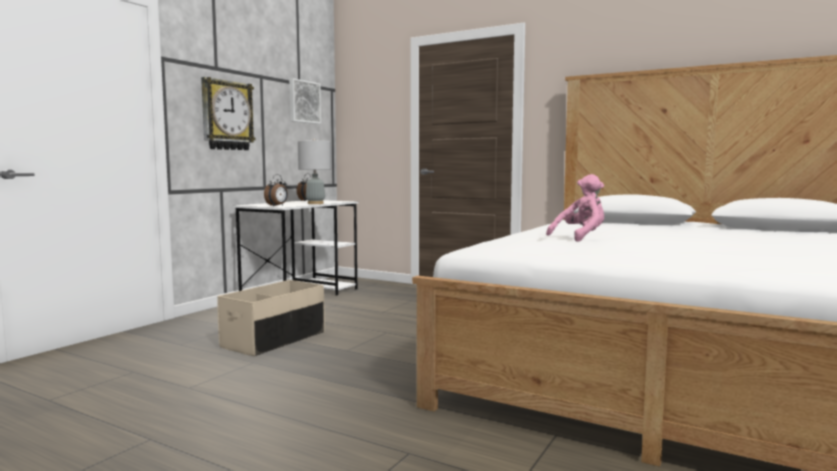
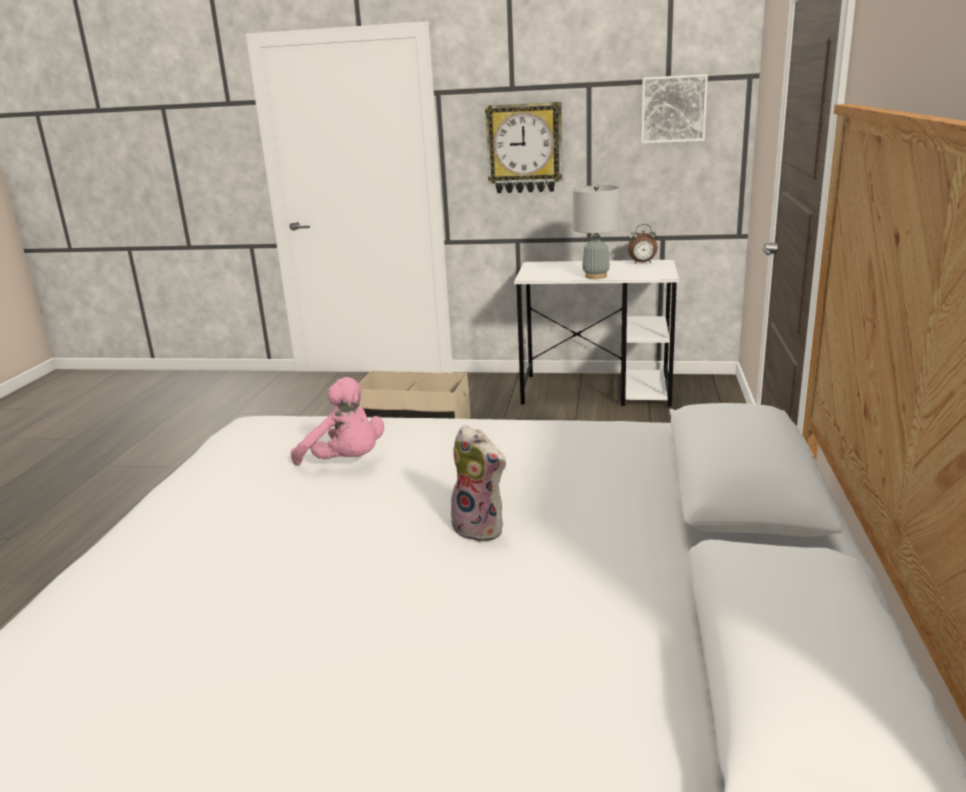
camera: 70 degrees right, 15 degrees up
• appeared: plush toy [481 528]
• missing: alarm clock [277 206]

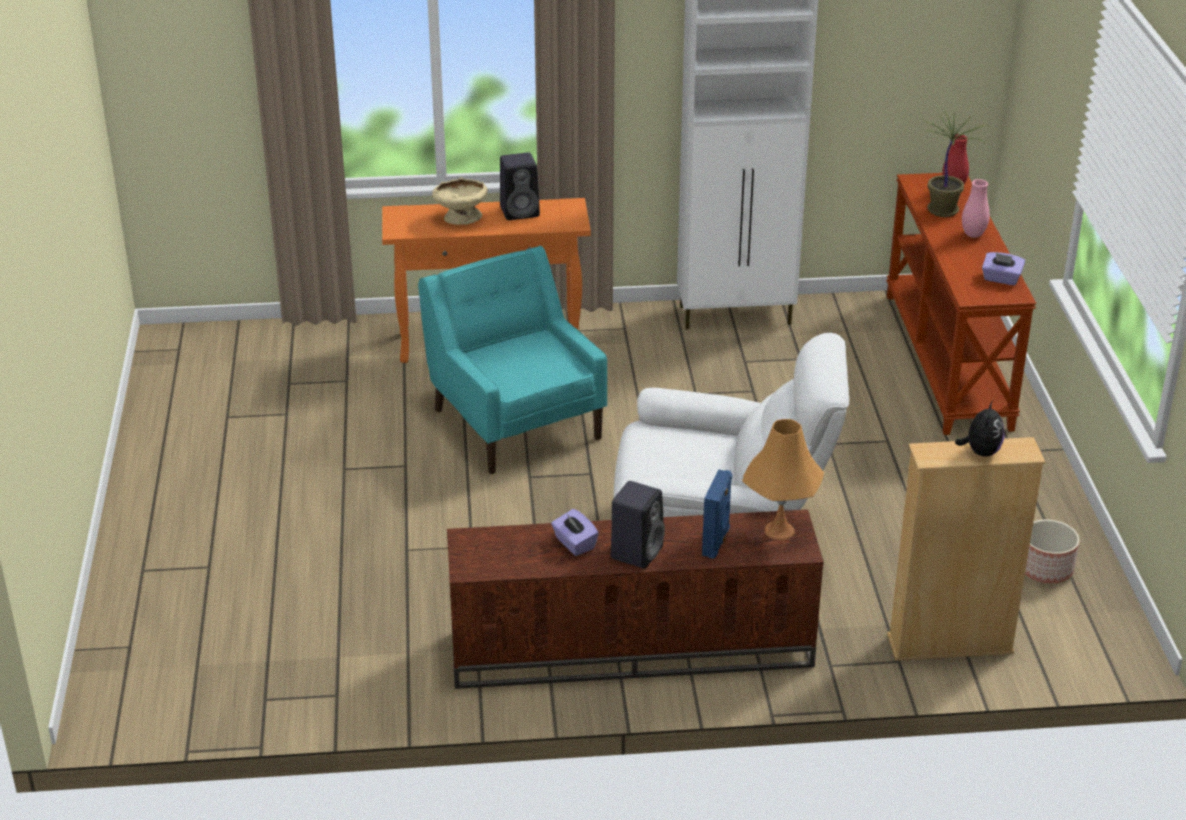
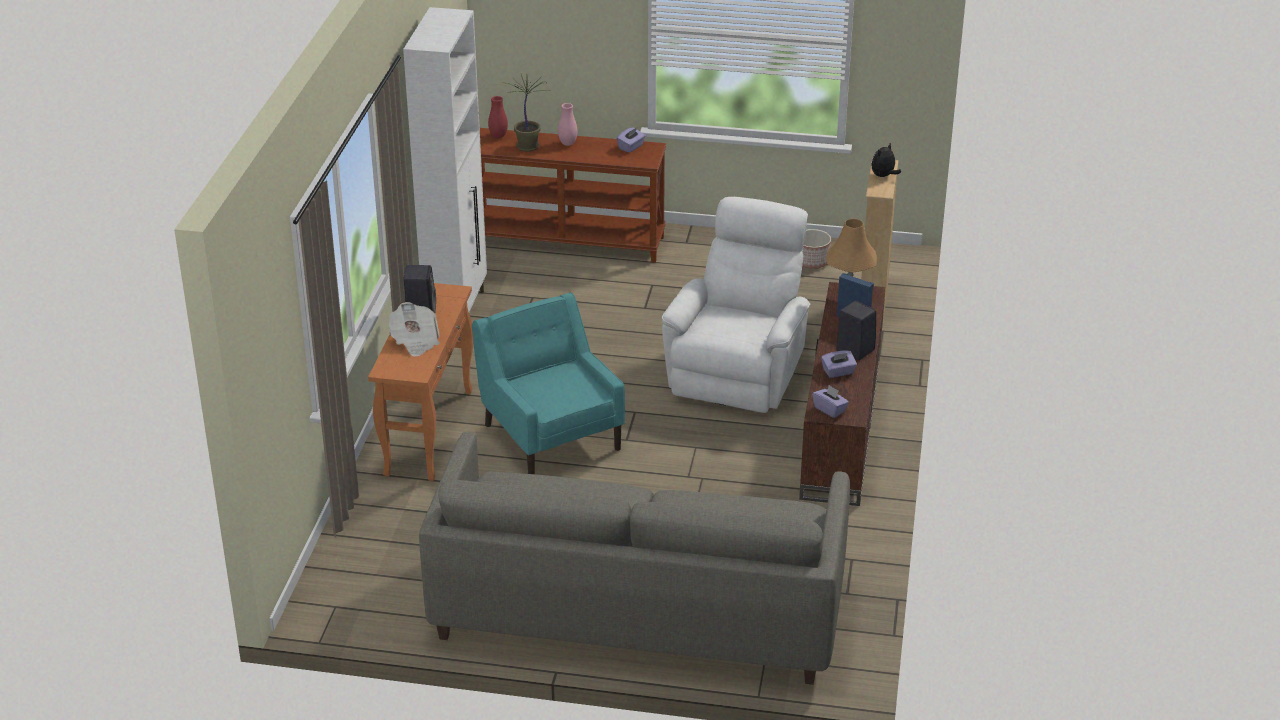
camera: 75 degrees left, 0 degrees up
• exchanged: beige bowl [460 218] to newspaper [415 341]
• appeared: grey sofa [637 608]
• spun: turquoise armchair [516 422] = [551 435] 75 degrees clockwise
• appeared: purple tissue box [830 409]
• spun: plush toy [980 452] = [883 176] 75 degrees counterclockwise

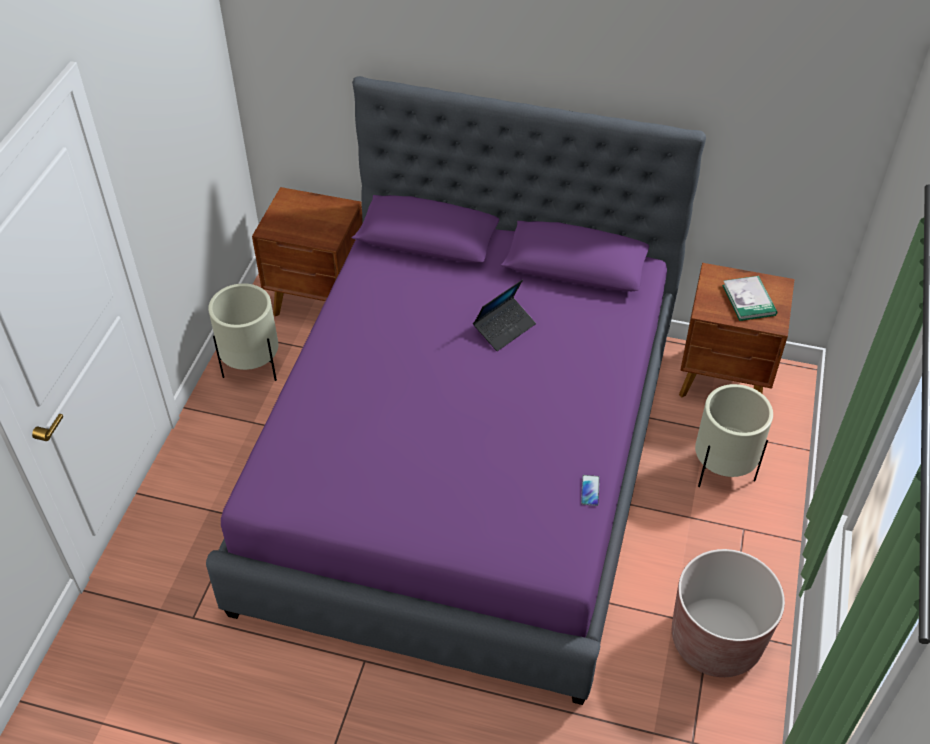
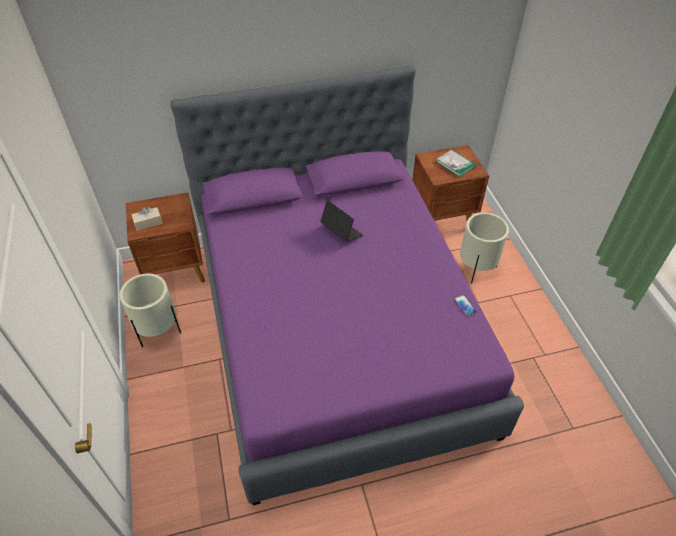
camera: 30 degrees left, 0 degrees up
• appeared: beige tissue box [148 223]
• spun: laptop [504 328] = [341 231] 60 degrees counterclockwise
• missing: brown planter [716 640]

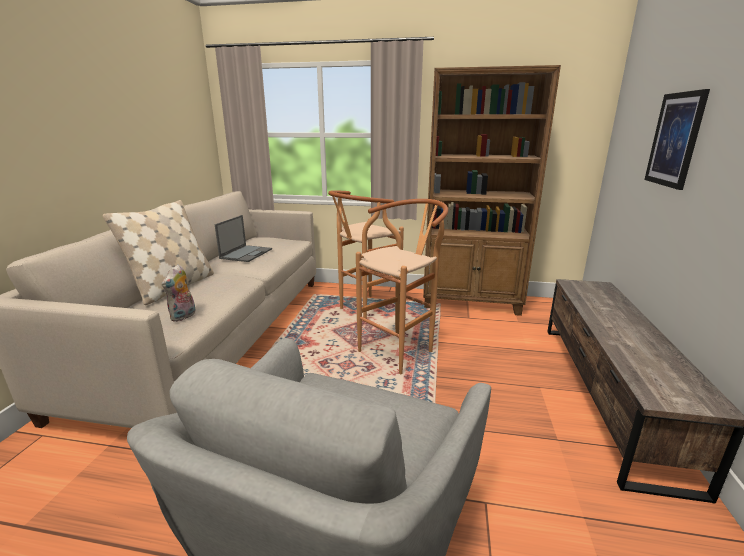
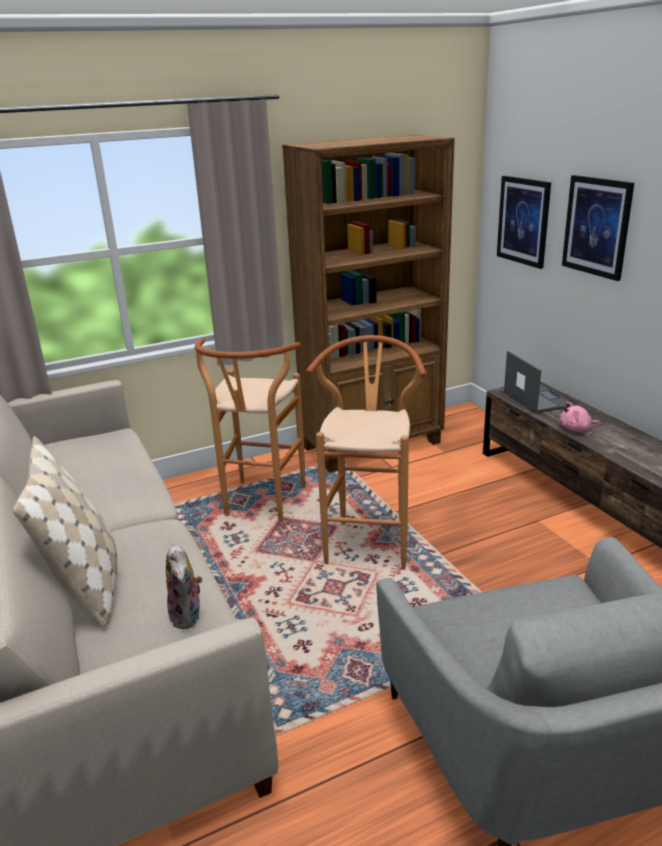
camera: 35 degrees left, 5 degrees up
• appeared: picture [523 221]
• relocated: laptop [246 253] to [536 398]
• appeared: pink plush toy [577 429]

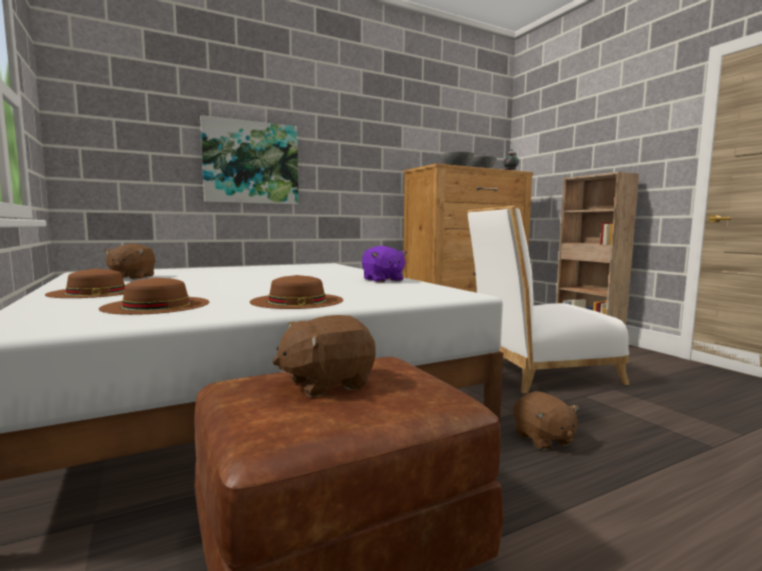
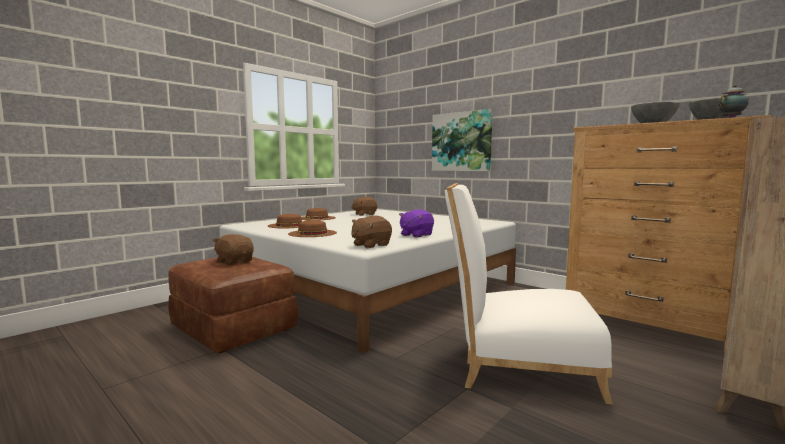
camera: 70 degrees right, 0 degrees up
• relocated: brown plush toy [543 439] to [370 245]
• spun: white chair [538 372] = [517 365] 45 degrees counterclockwise

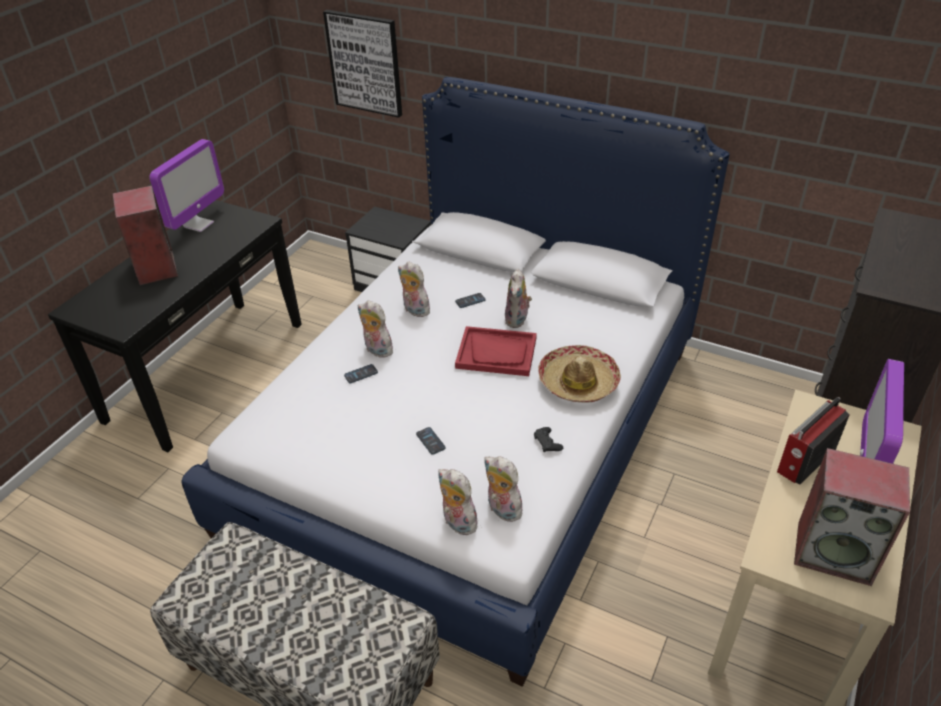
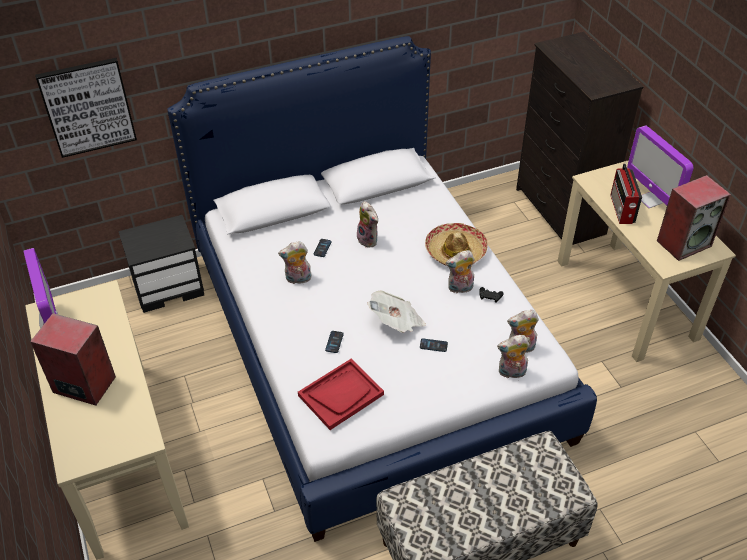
camera: 50 degrees left, 5 degrees up
• colour: black console table [206 370] to beige console table [120 455]
• relocated: red tray [496 353] to [341 395]
• appeared: newspaper [396 322]
• relocated: plush toy [376 350] to [460 288]

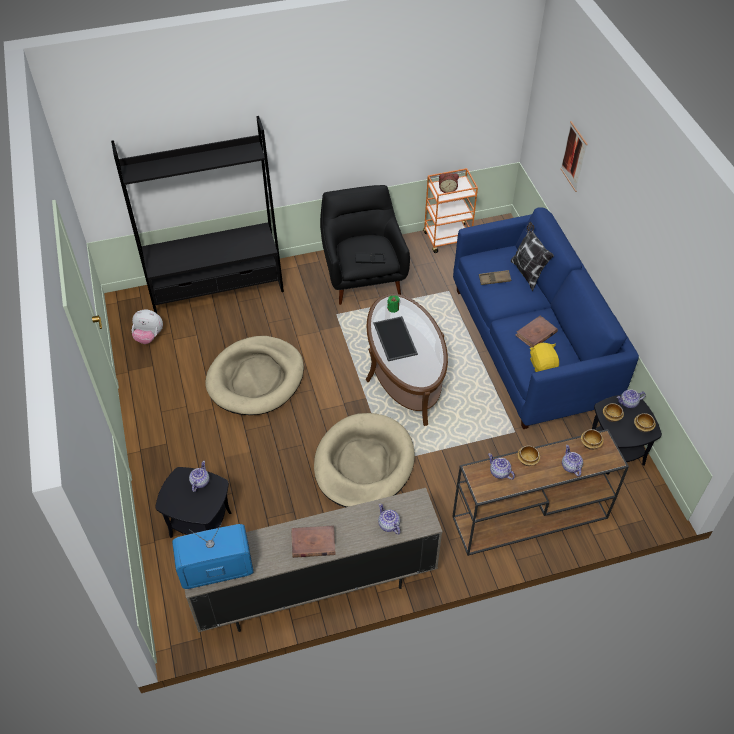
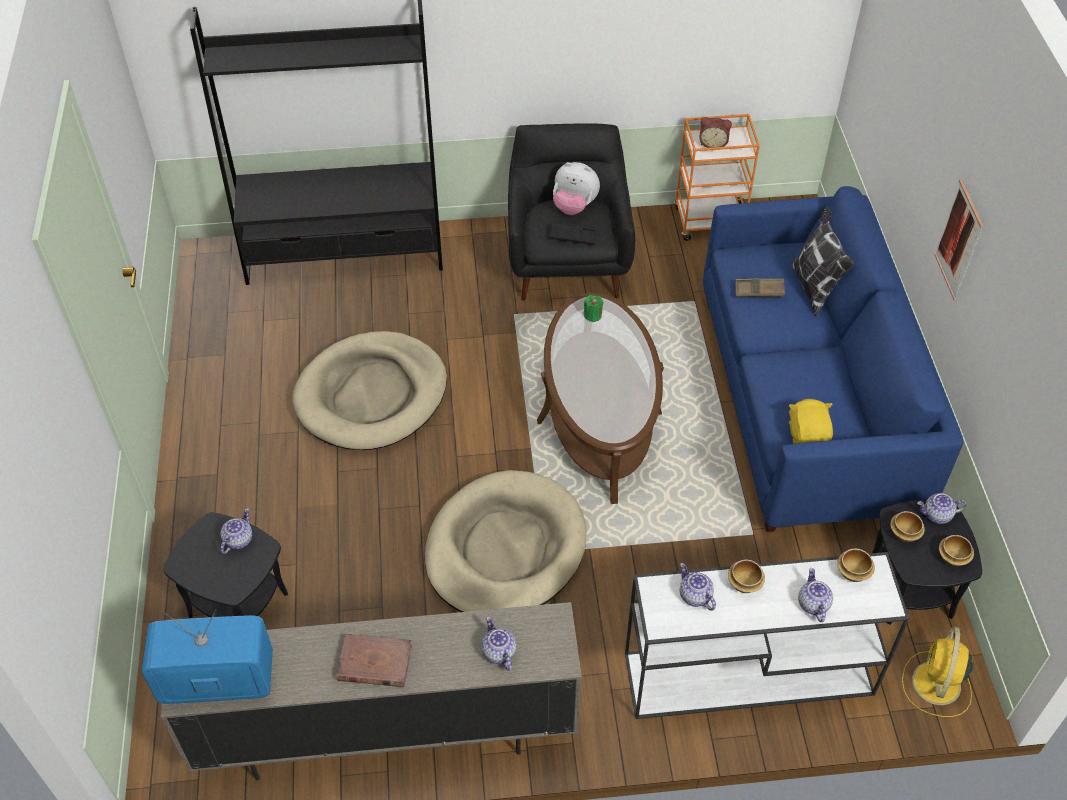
camera: 10 degrees right, 0 degrees up
• relocated: plush toy [149 336] to [574 206]
• colour: brown console table [528 518] to white console table [745 675]
• appeared: yellow fan [936 685]
• relocated: picture [574 156] to [958 240]
• missing: tray [396 339]
• missing: brown book [536 334]

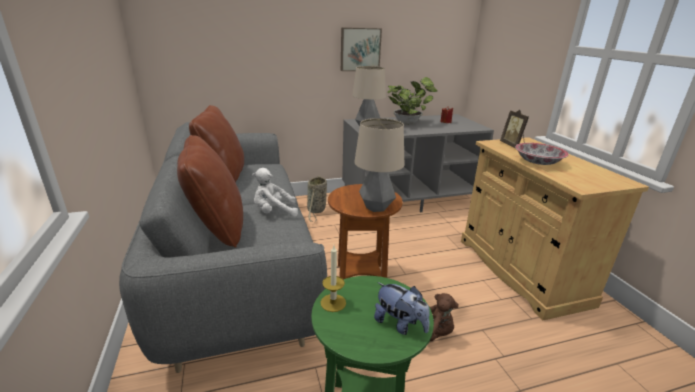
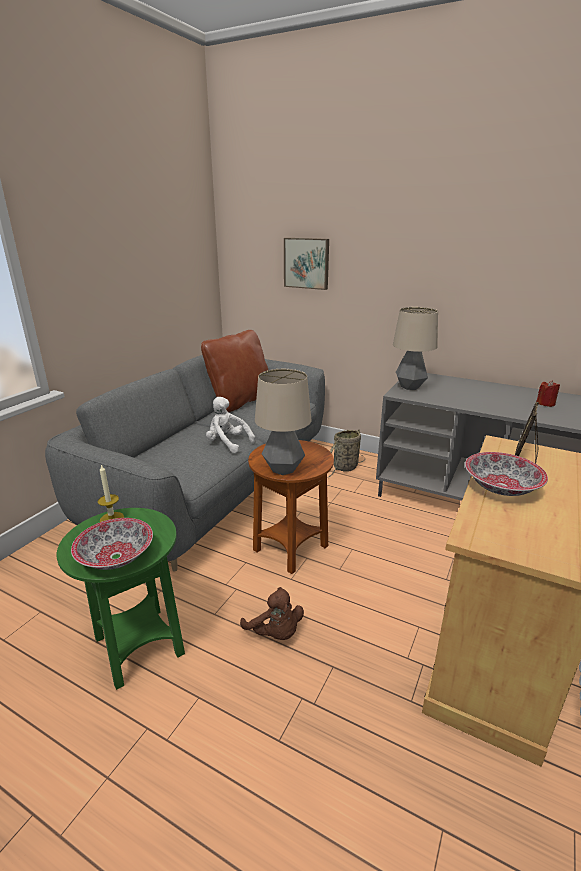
camera: 45 degrees right, 0 degrees up
• exchanged: plush toy [400 324] to bowl [116 557]
• relocated: picture [360 49] to [307 263]
• missing: brown pillow [217 228]
• missing: potted plant [408 123]

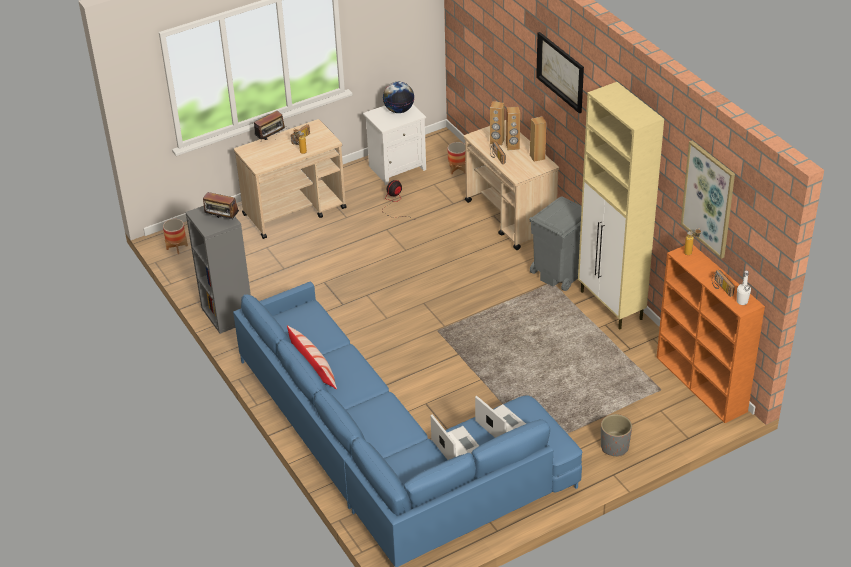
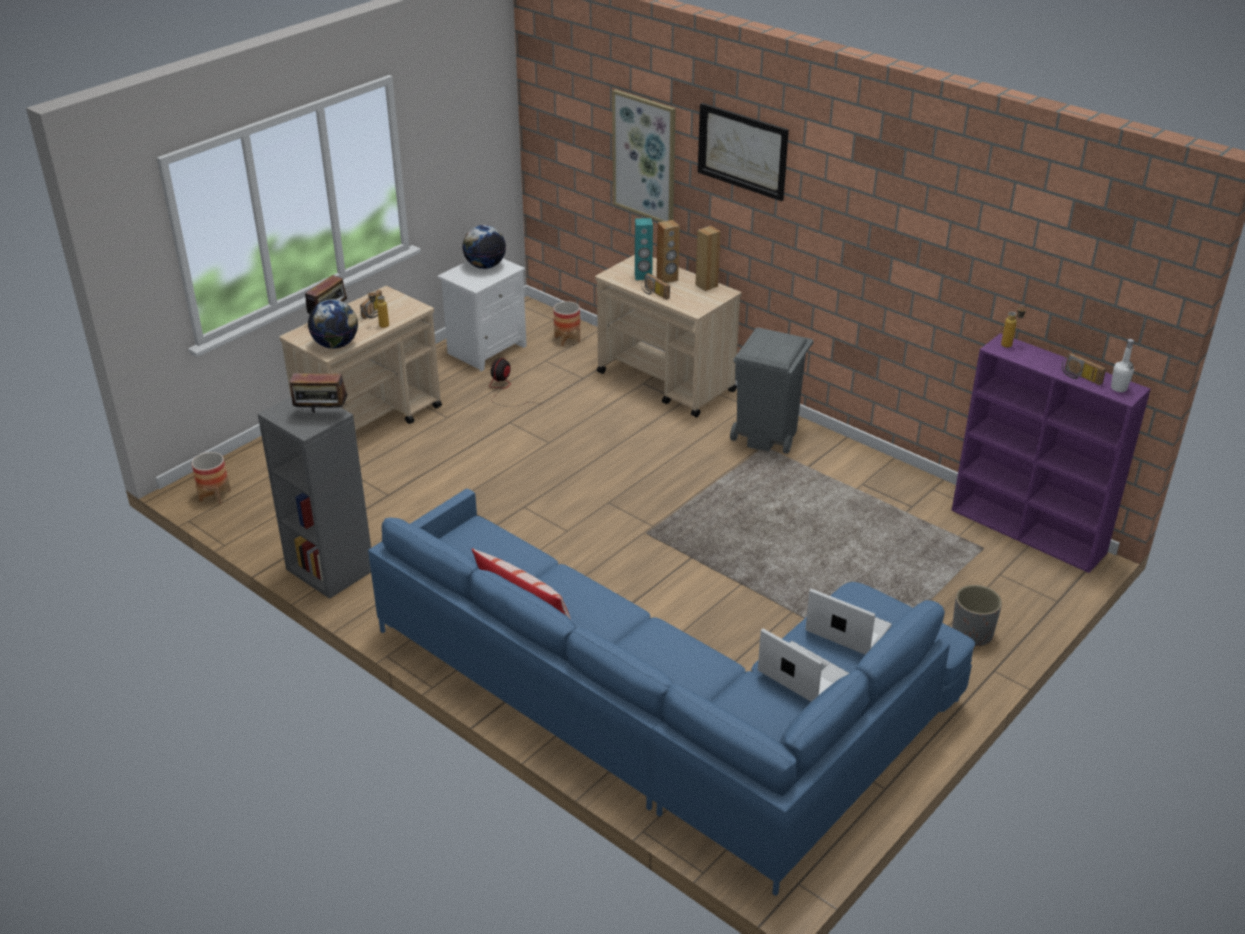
camera: 20 degrees left, 5 degrees down
• appeared: globe [336 345]
• relocated: picture [708 199] to [645 157]
• colour: brown speaker [497 141] to turquoise speaker [643 276]
• colour: orange bookcase [702 384] to purple bookcase [1029 532]
• missing: beige cabinet [611 306]

